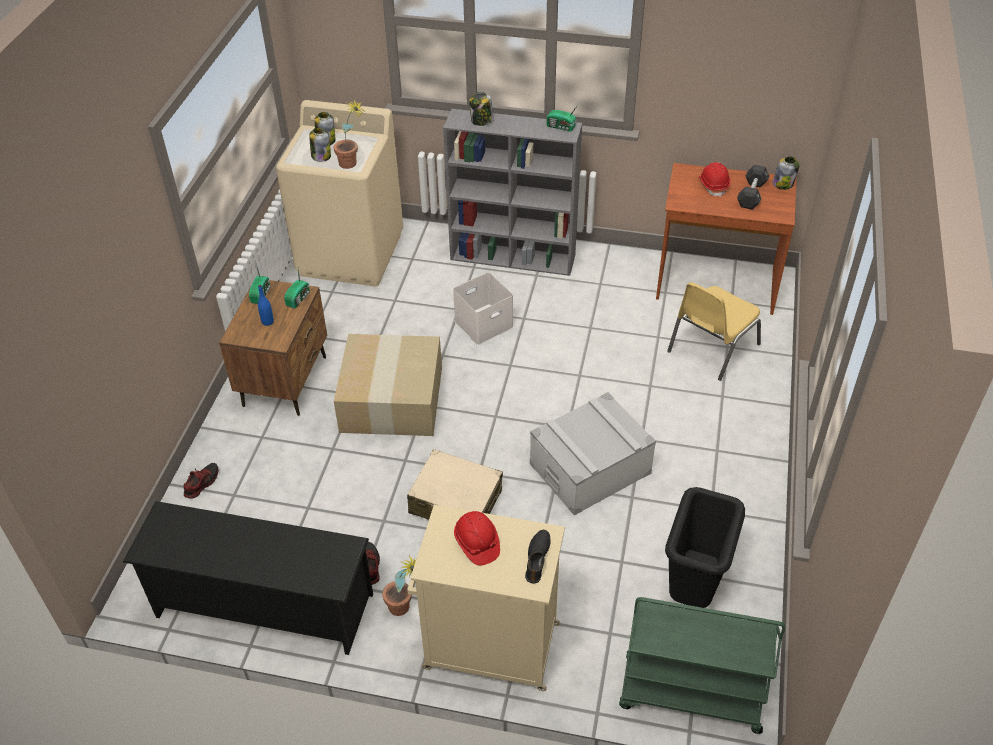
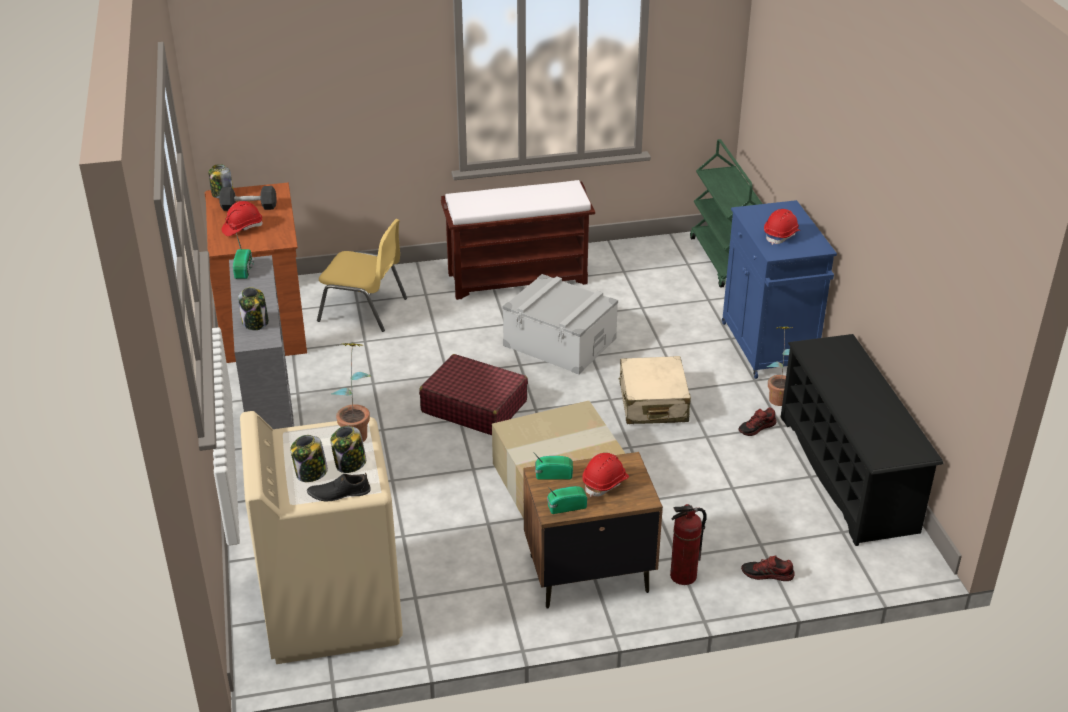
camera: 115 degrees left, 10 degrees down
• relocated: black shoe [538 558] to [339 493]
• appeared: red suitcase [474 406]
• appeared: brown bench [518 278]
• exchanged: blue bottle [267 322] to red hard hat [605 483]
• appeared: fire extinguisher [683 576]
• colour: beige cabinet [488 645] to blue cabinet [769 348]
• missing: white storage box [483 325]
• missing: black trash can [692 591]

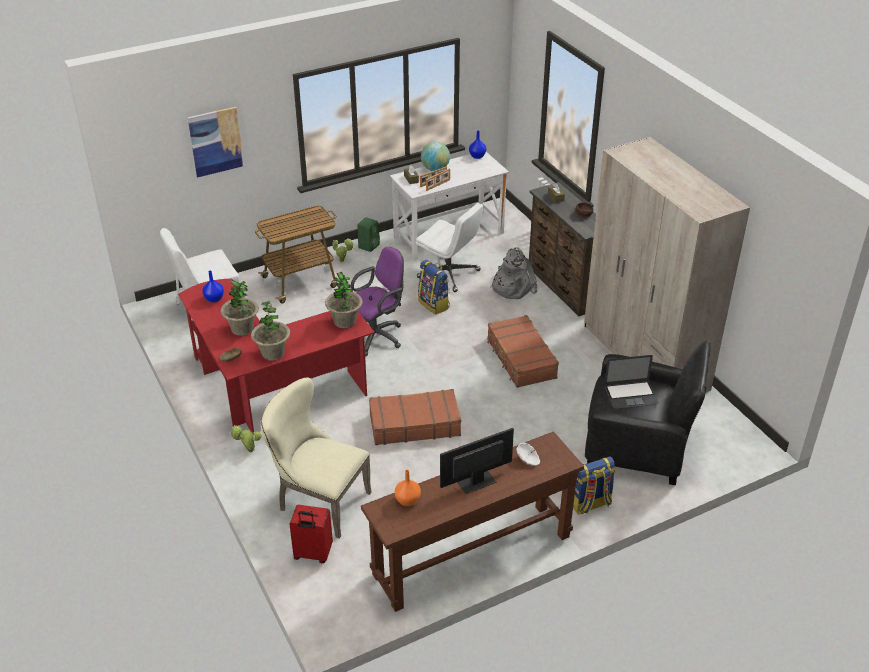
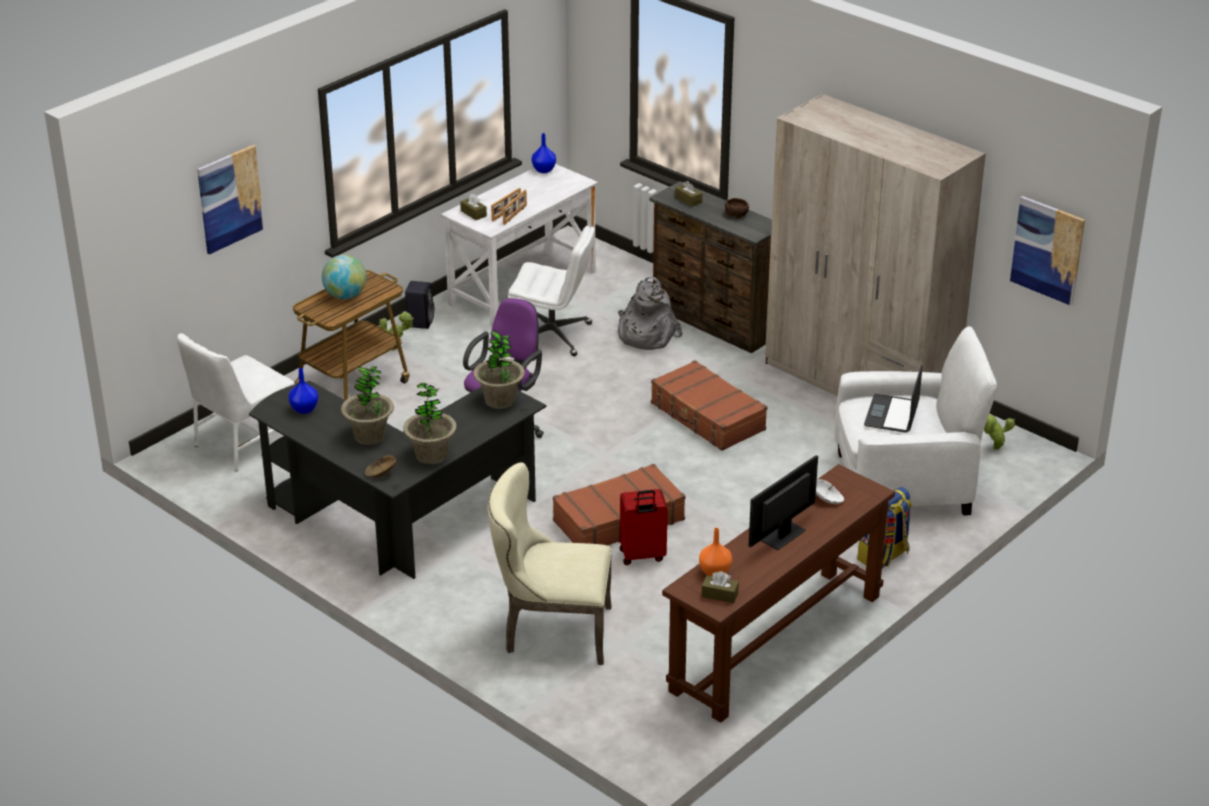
camera: 20 degrees left, 5 degrees down
• colour: red desk [267 389] to black desk [397 522]
• relocated: globe [435 169] to [345 296]
• colour: green speaker [369 245] to black speaker [420 321]
• relocated: red suitcase [312 554] to [642 556]
• appeared: brown tissue box [719 595]
• colour: black armchair [638 446] to white armchair [905 483]
• spun: laptop [631 395] = [892 414] 135 degrees clockwise
• relocated: potted plant [249 451] to [994 449]
• appeared: picture [1047 250]
• missing: backpack [434 304]

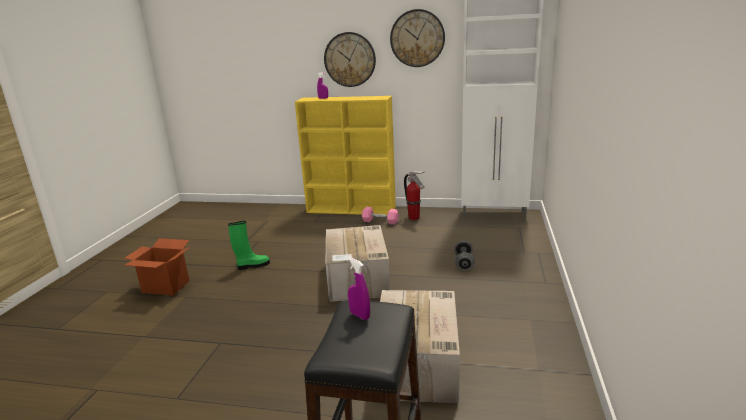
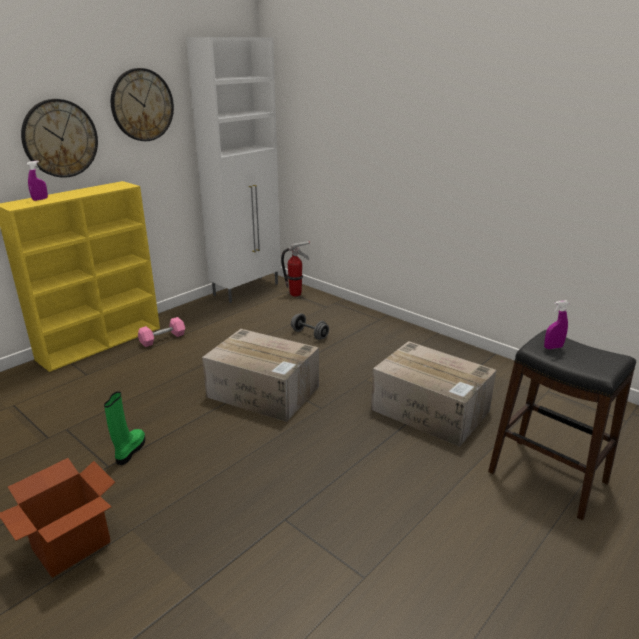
camera: 60 degrees left, 5 degrees up
• relocated: fire extinguisher [414 218] to [296 294]

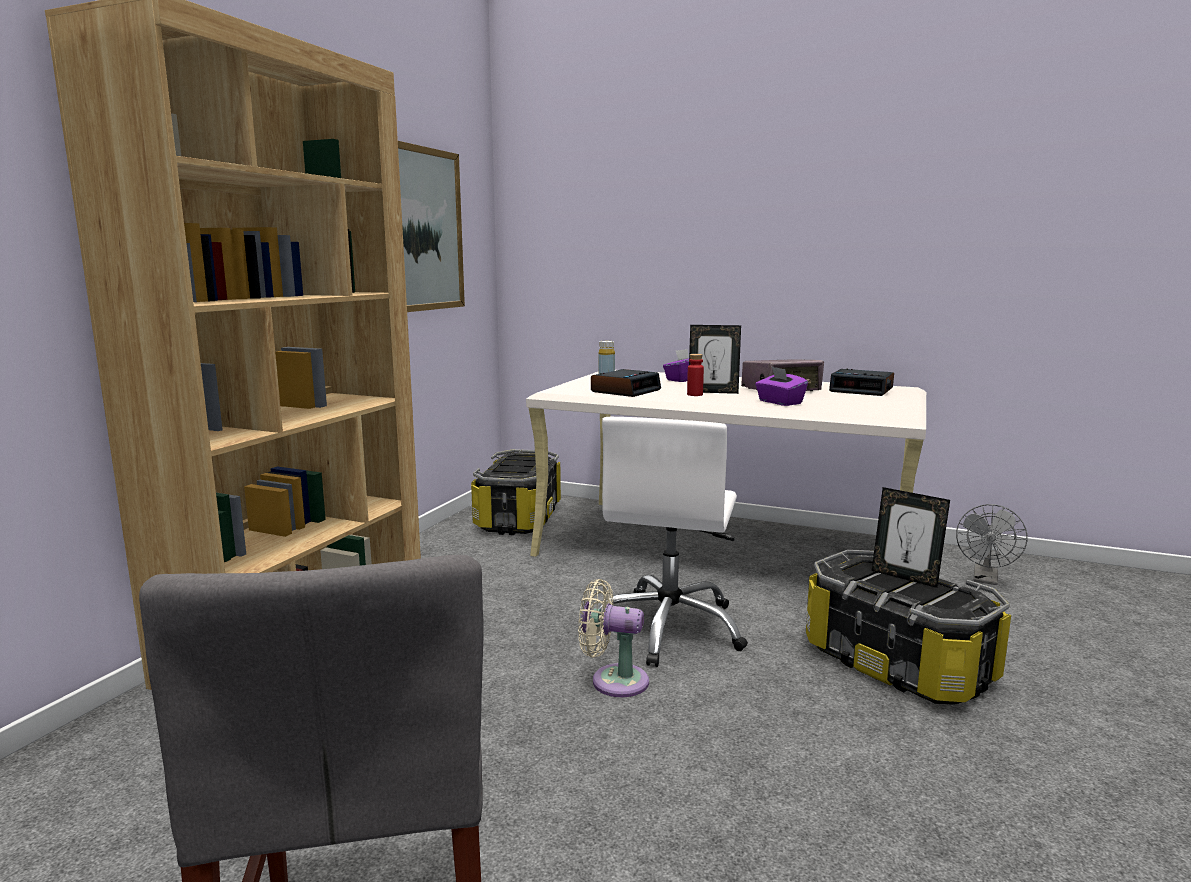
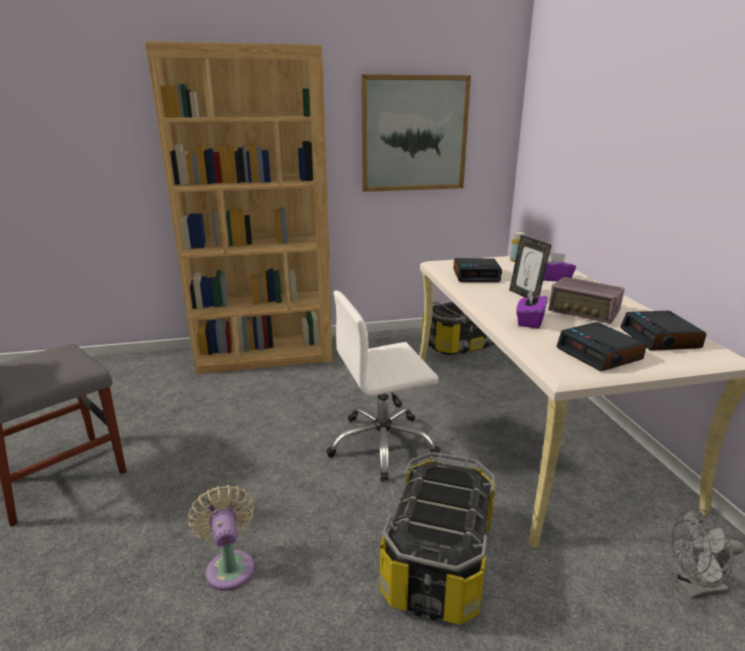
camera: 55 degrees right, 10 degrees up
• relocated: beige fan [613 680] to [229 565]
• appeared: alarm clock [600 354]
• missing: red bottle [694 394]
• missing: picture frame [905 577]

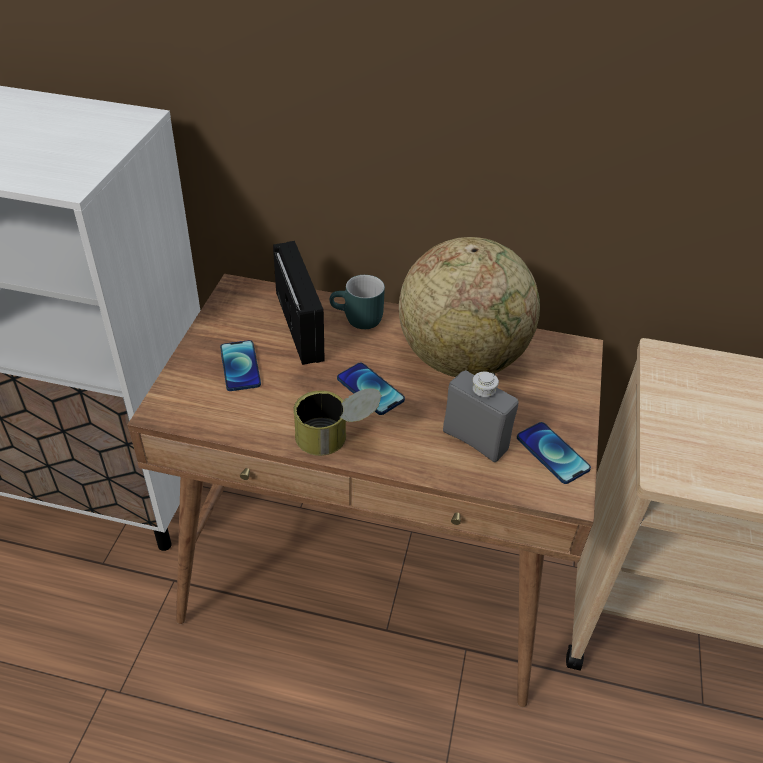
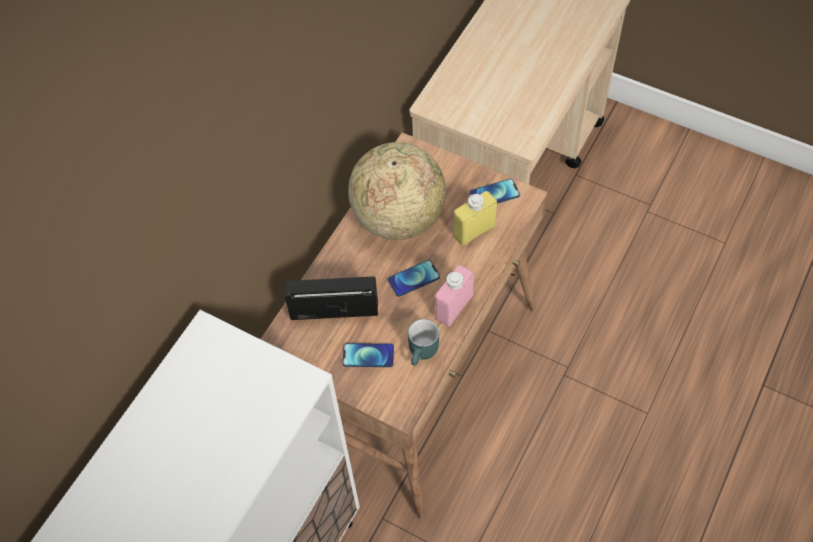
camera: 70 degrees left, 15 degrees up
• relocated: turquoise mug [357 320] to [424 353]
• exchanged: can [336 438] to pink bottle [454 307]
• colour: grey bottle [475 440] to yellow bottle [474 231]

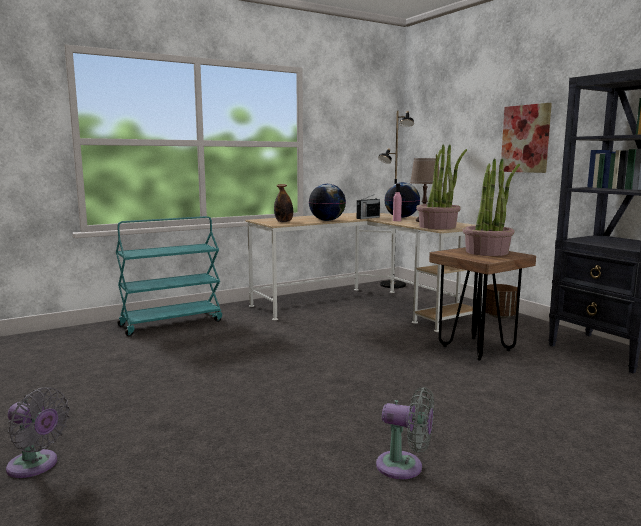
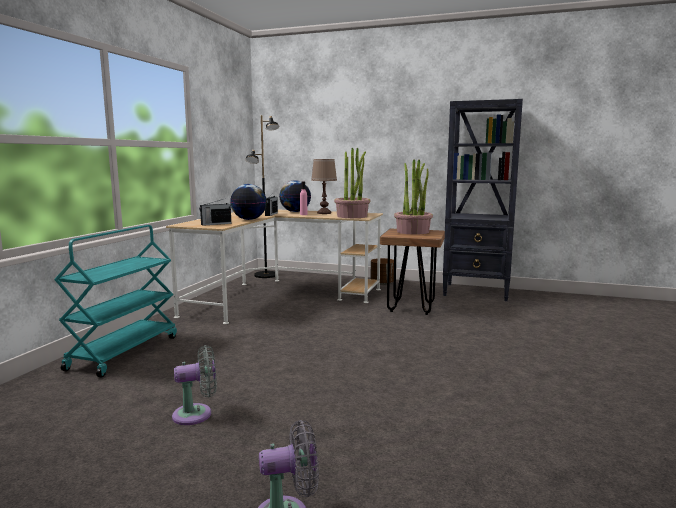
camera: 40 degrees left, 0 degrees up
• relocated: grey fan [404 467] to [197 414]
• exchanged: bottle [284 222] to radio [215 224]
• missing: picture [525 139]

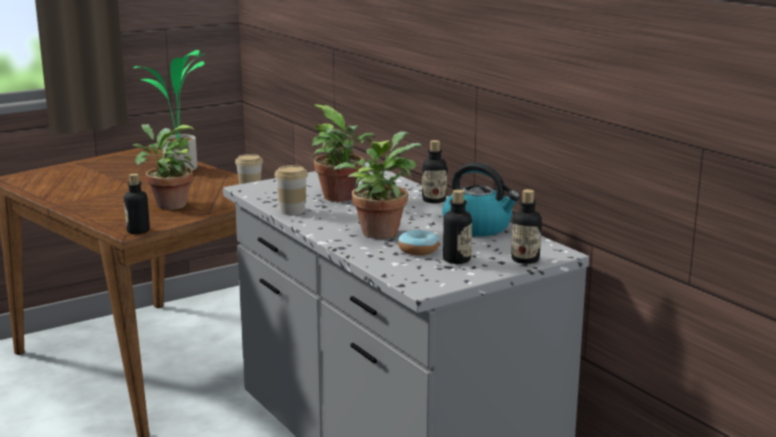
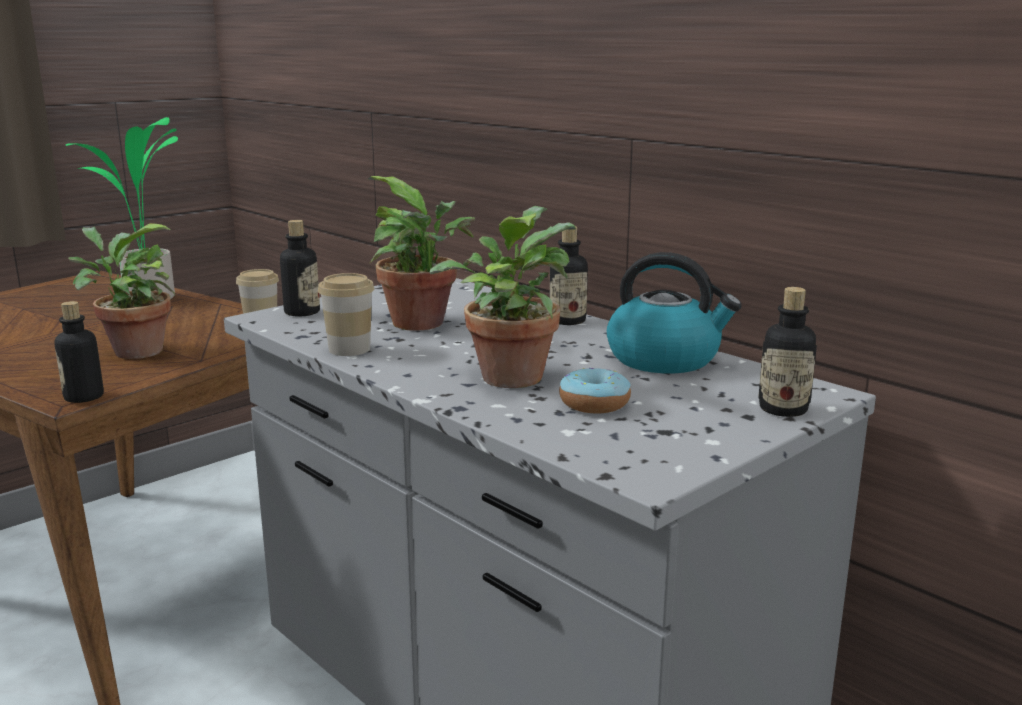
camera: 10 degrees left, 0 degrees up
• relocated: bottle [456 260] to [302 312]

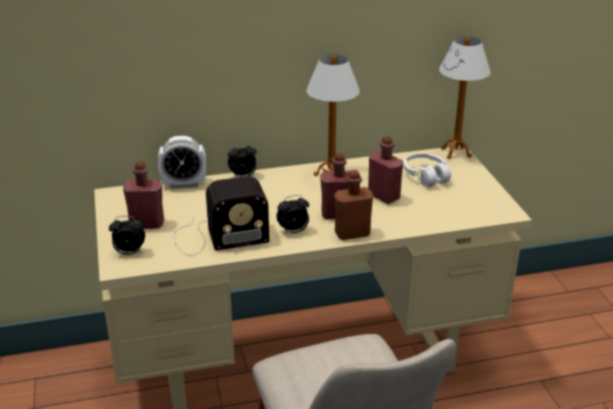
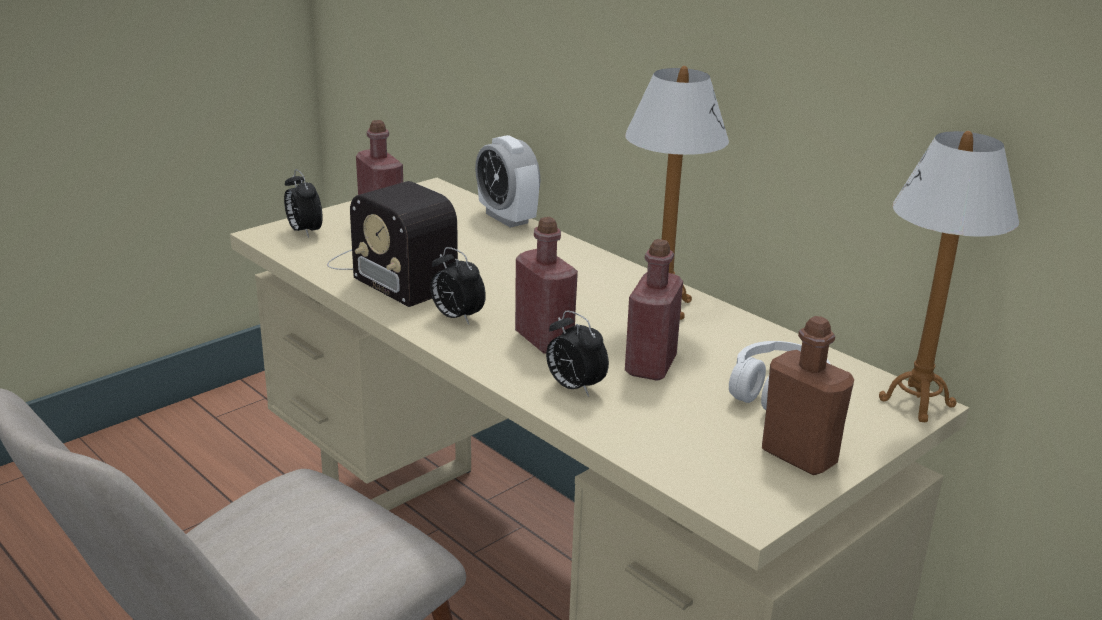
camera: 60 degrees right, 5 degrees down
• relocated: alarm clock [243 177] to [574 387]
• relocated: brown bottle [352 233] to [799 456]

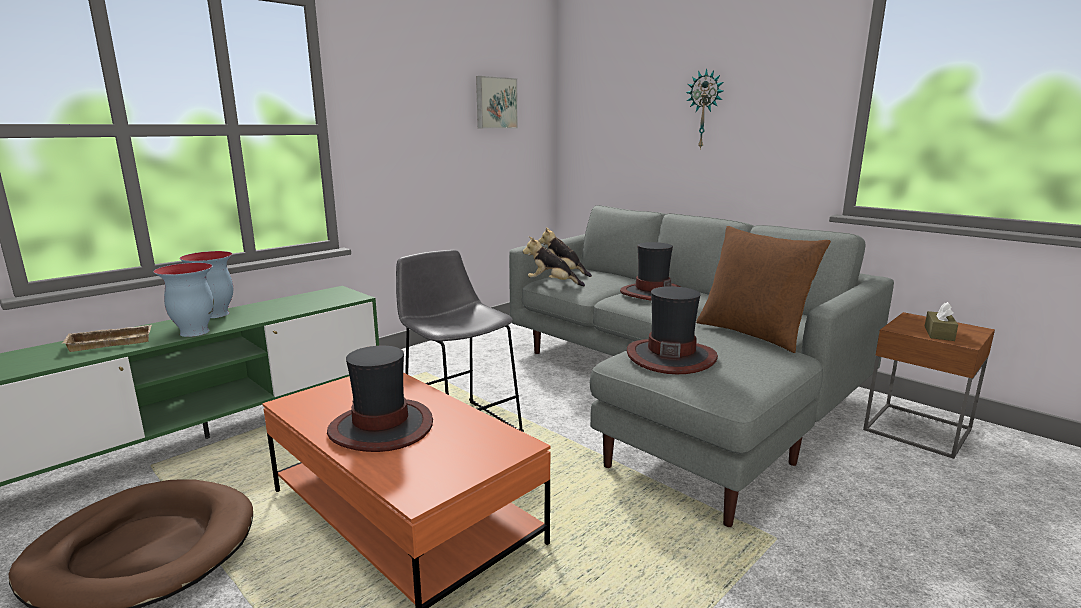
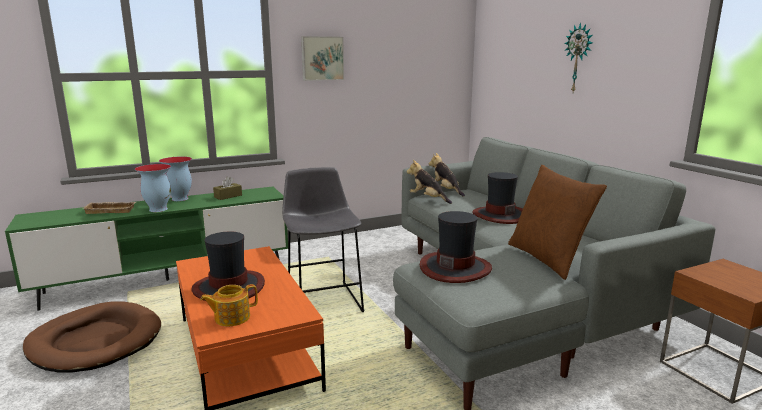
camera: 20 degrees right, 0 degrees up
• appeared: teapot [231 318]
• relocated: brown tissue box [939 333] to [228 196]
• relocated: picture [495 103] to [322 58]

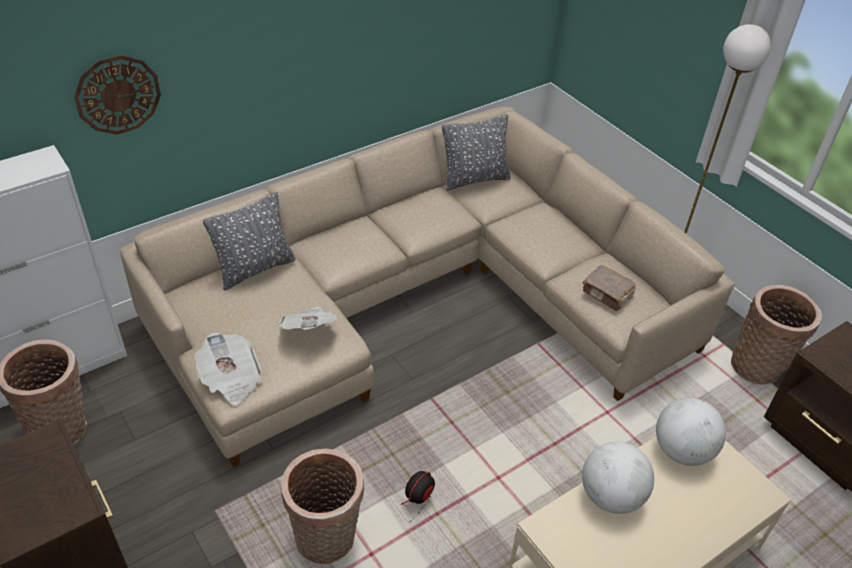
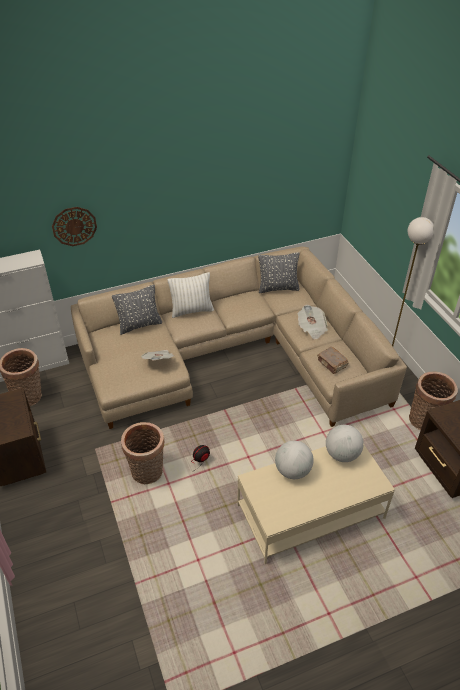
camera: 15 degrees right, 0 degrees up
• appeared: white pillow [191 310]
• relocated: newspaper [231 379] to [312 328]

